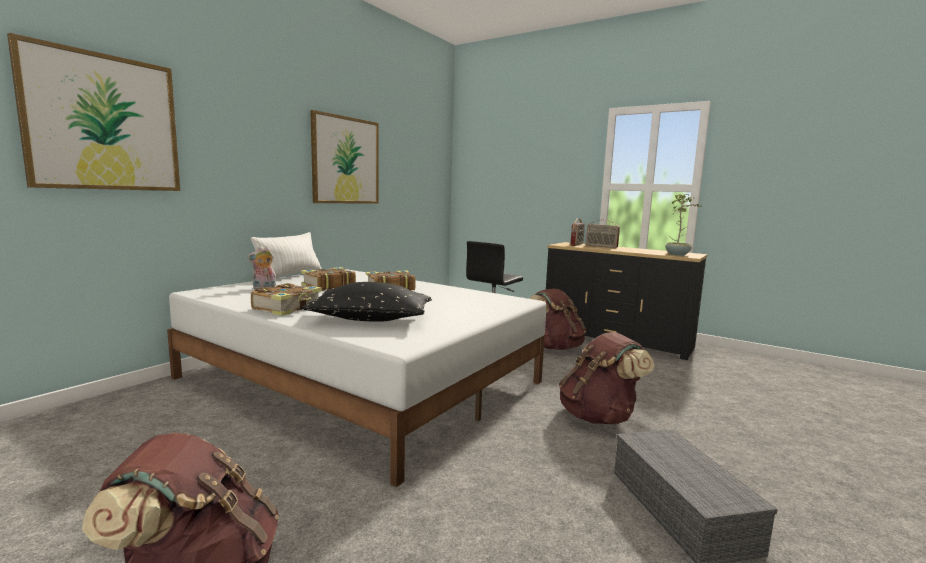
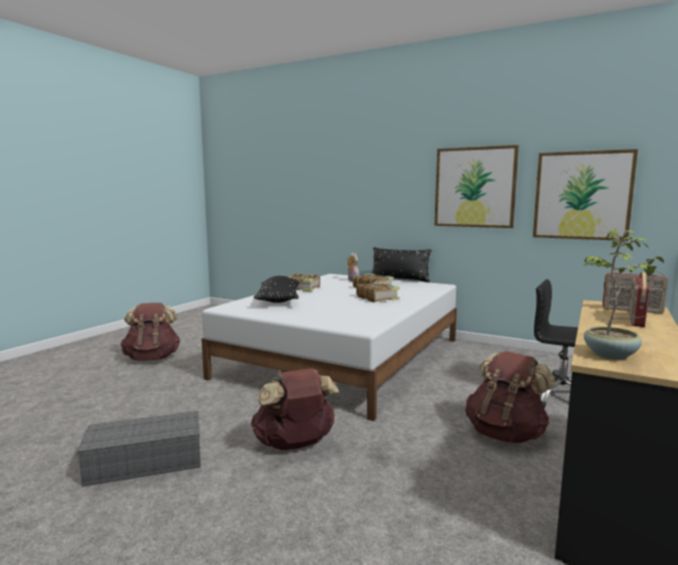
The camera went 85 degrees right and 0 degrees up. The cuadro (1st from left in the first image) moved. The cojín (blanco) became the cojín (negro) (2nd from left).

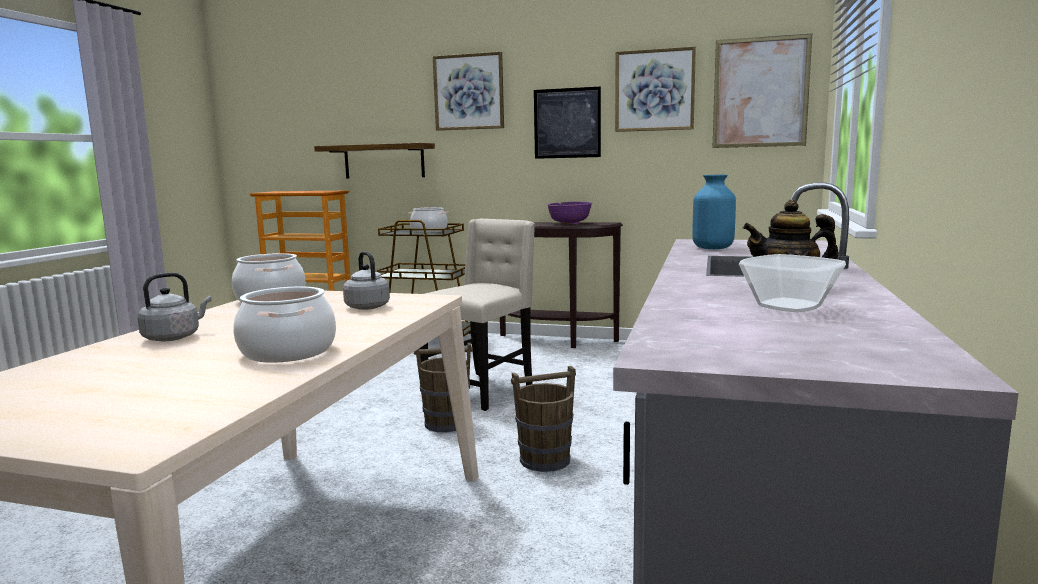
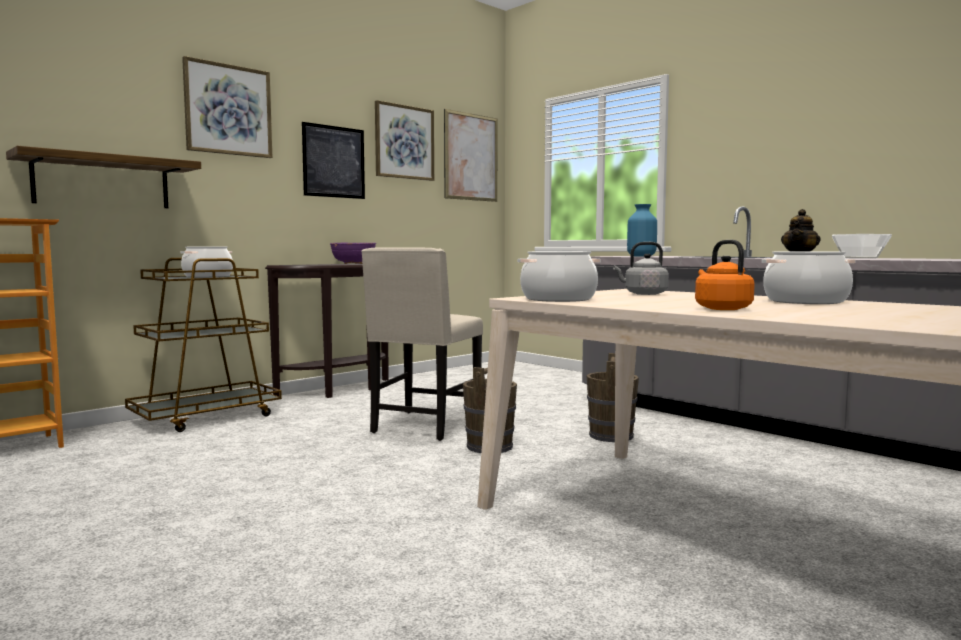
The camera went 60 degrees left and 5 degrees down. The hervidor (gris) (1st from left) became the hervidor (naranja). The silla (beis) turned 135 degrees counterclockwise.

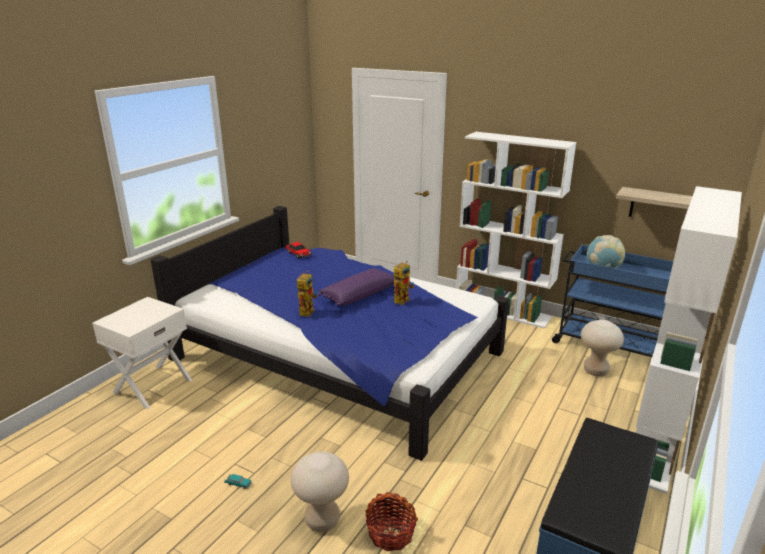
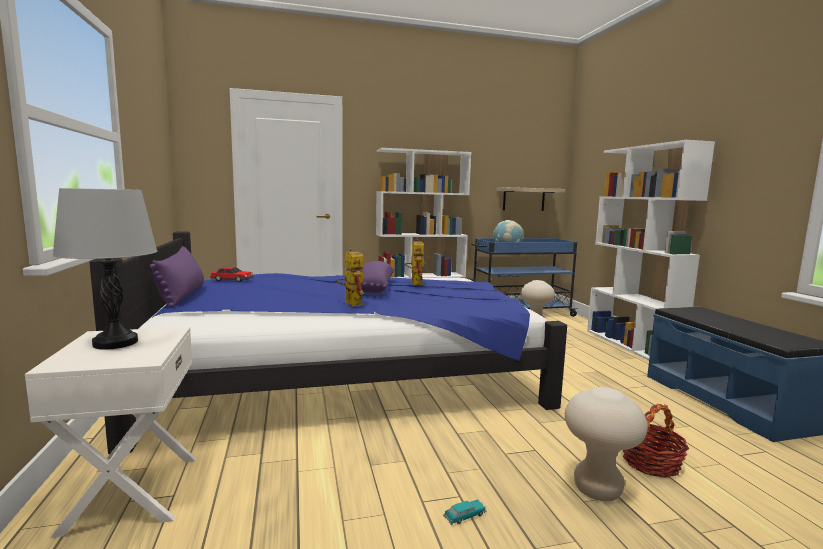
The camera went 45 degrees left and 15 degrees down. The lámpara de mesa (gris) appeared. The cojín (morado) (1st from left) appeared.

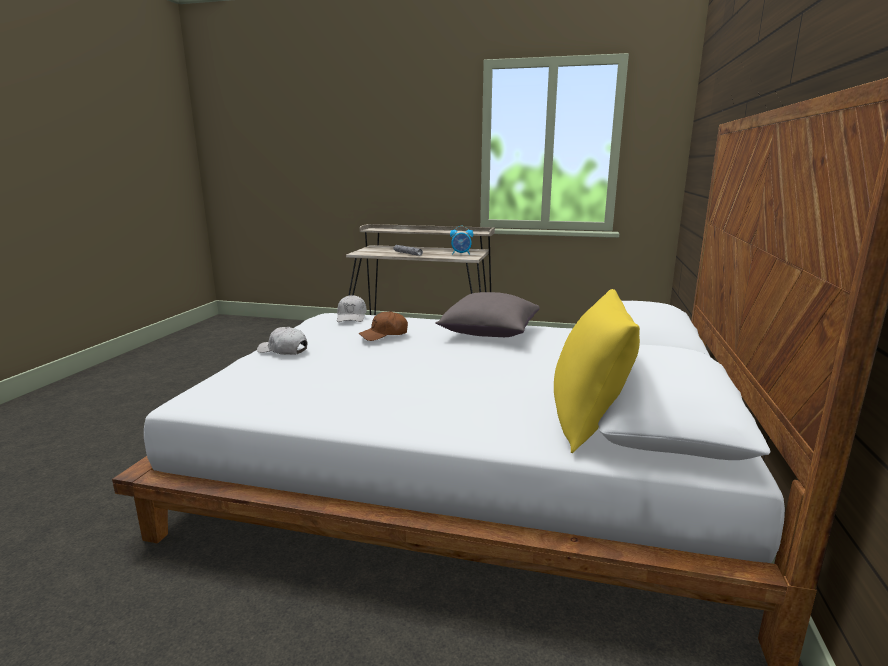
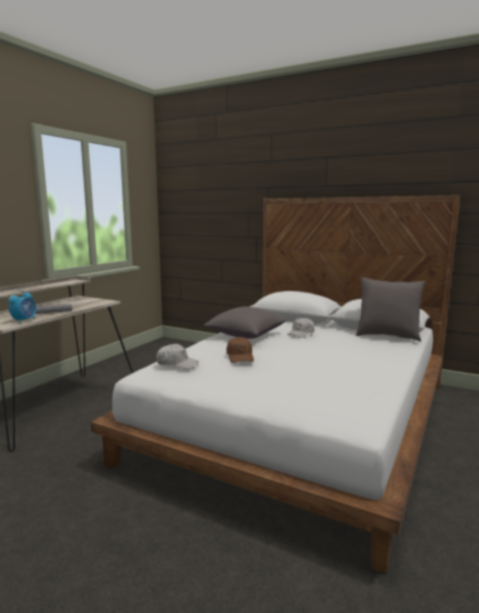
The camera went 75 degrees left and 5 degrees down. The gorra (blanco) (1st from left in the first image) moved. The despertador moved. The cojín (amarillo) became the cojín (gris) (2nd from left).

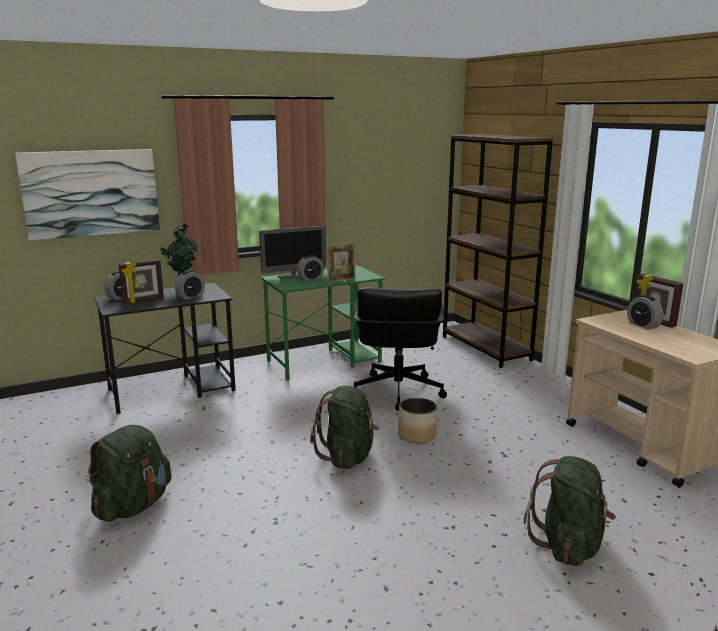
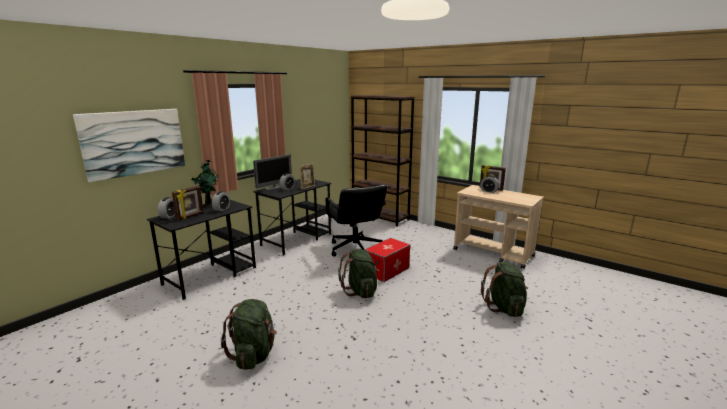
The camera went 25 degrees left and 0 degrees up. The maceta was replaced by the caja de almacenaje. The escritorio (verde) became the escritorio (negro) (2nd from left).

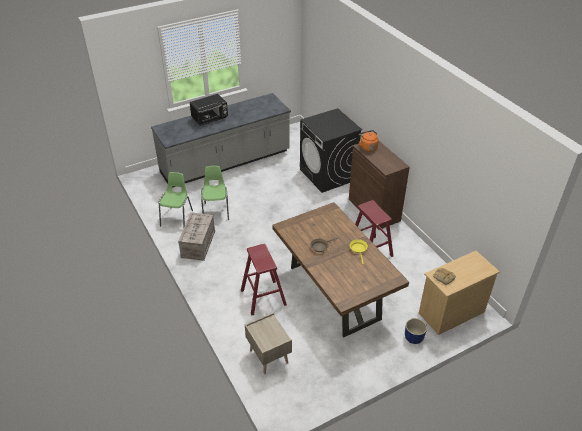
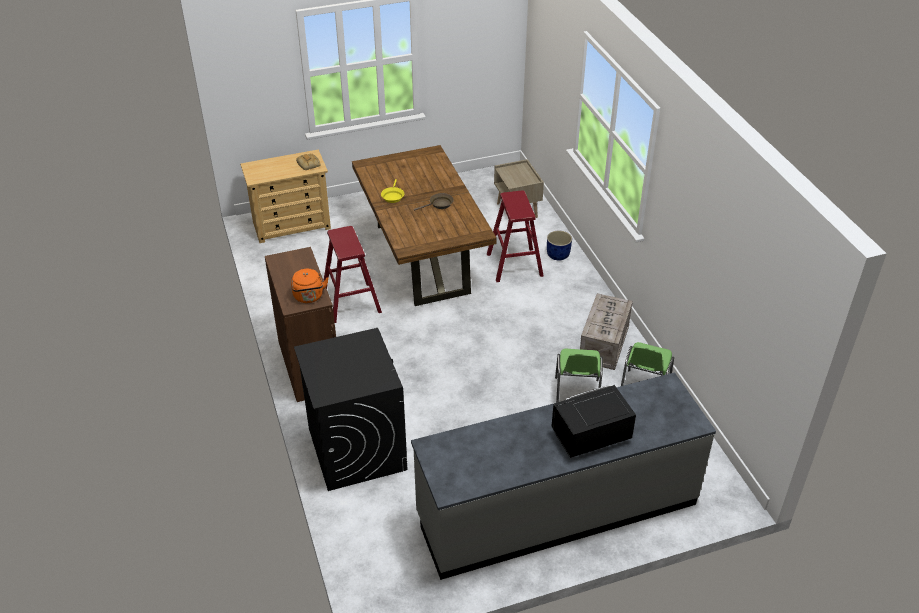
The camera went 170 degrees left and 0 degrees up. The maceta (azul) moved.

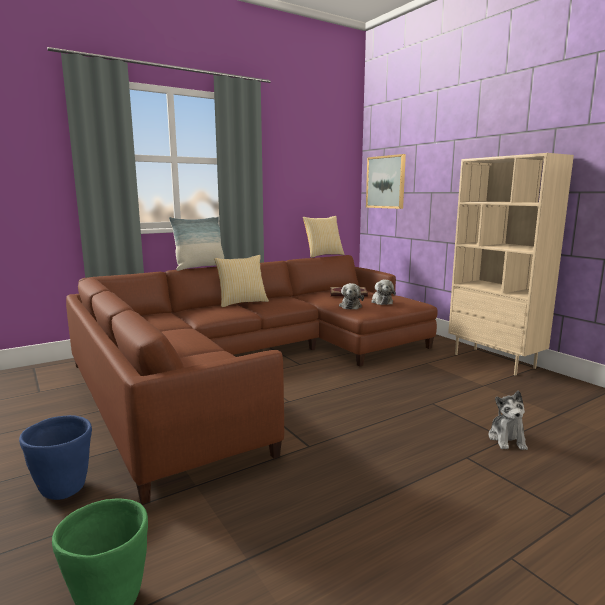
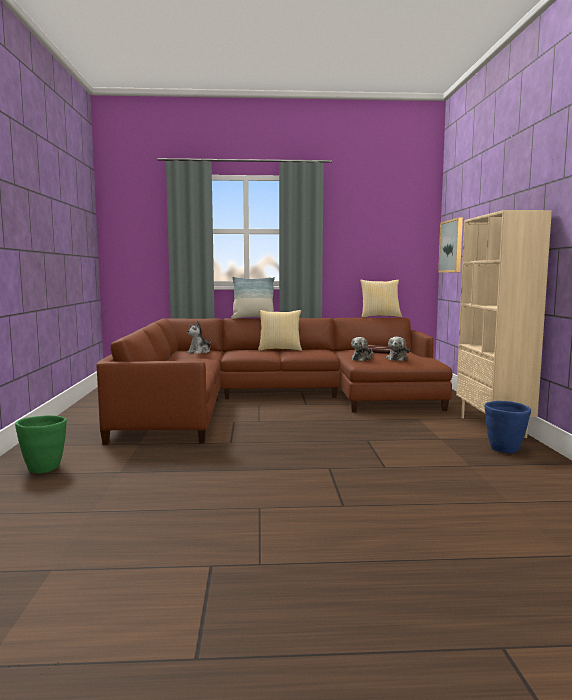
The camera went 30 degrees right and 5 degrees down. The maceta (azul) moved. The peluche (3rd from left in the first image) moved.

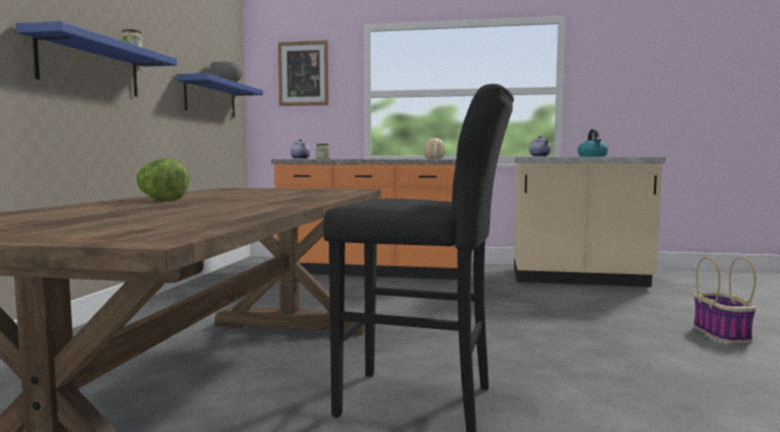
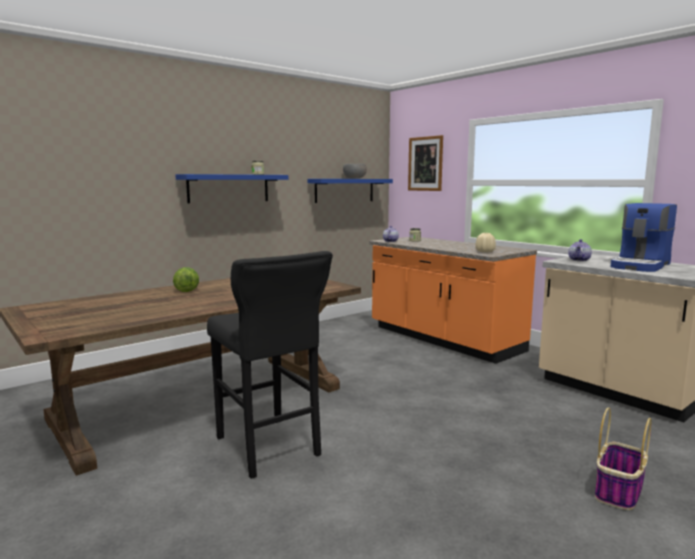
The camera went 40 degrees right and 5 degrees up. The hervidor was replaced by the cafetera.

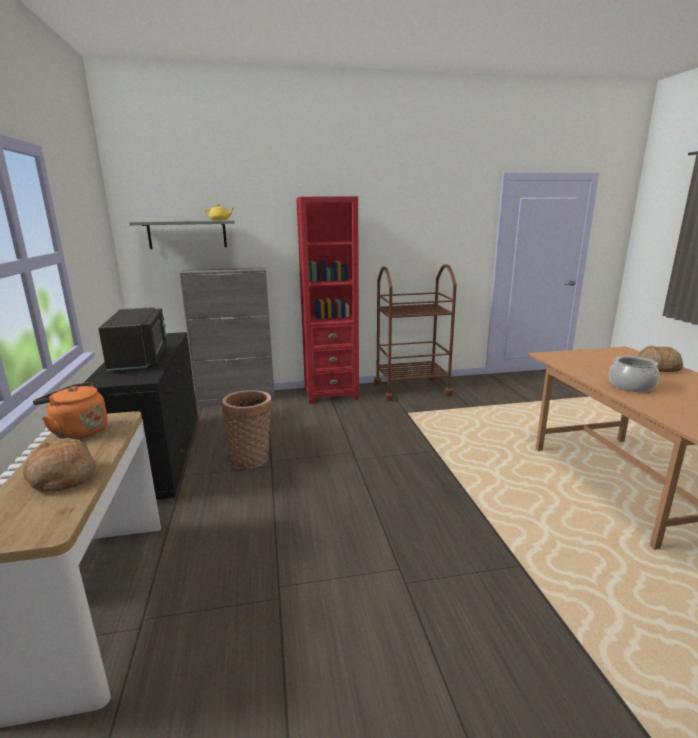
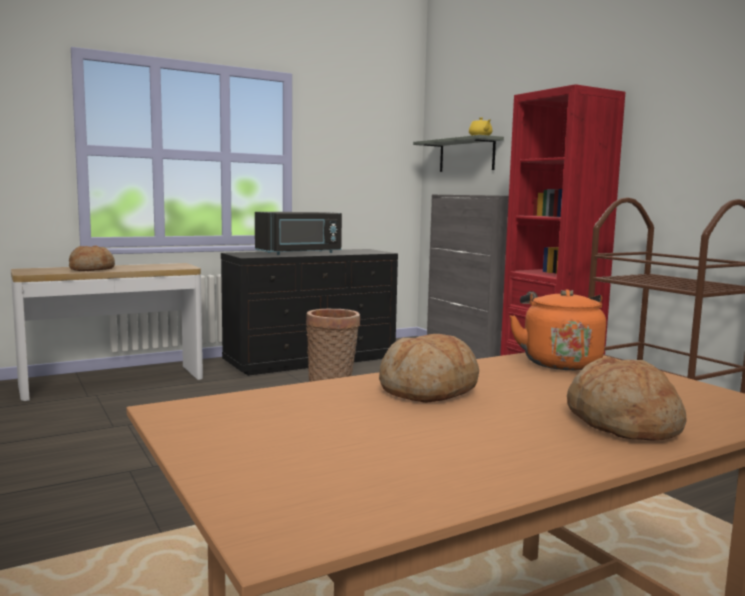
The camera went 70 degrees right and 10 degrees down. The hervidor (naranja) moved. The olla was replaced by the pan (2nd from left).

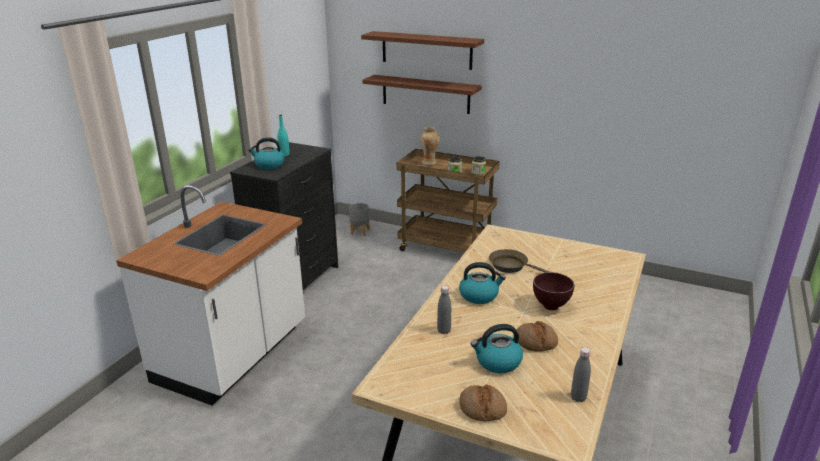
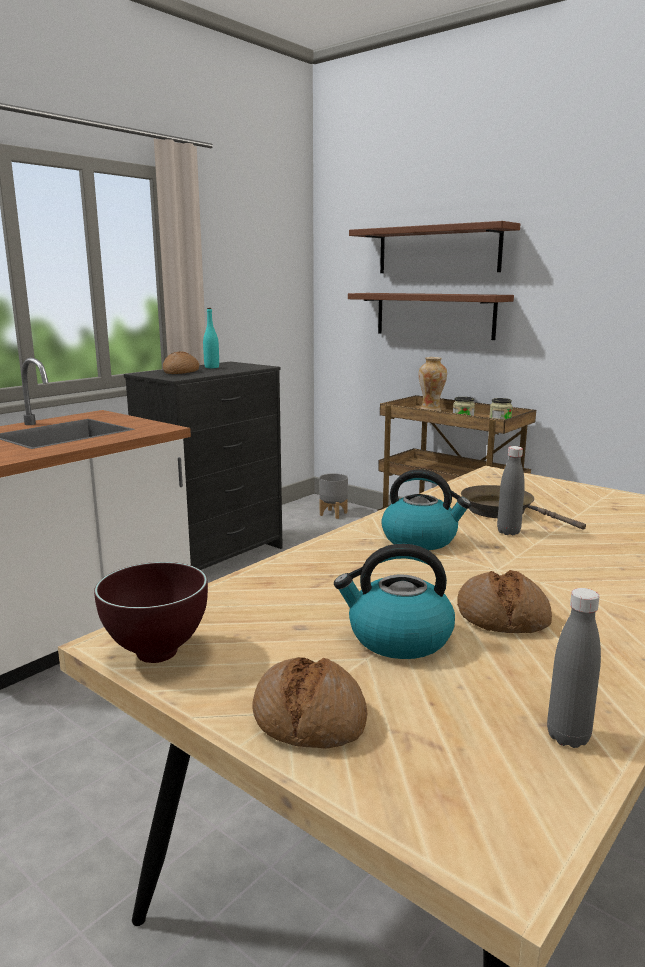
The camera went 15 degrees right and 10 degrees down. The botella (gris) (1st from left) moved. The cuenco (marrón) moved. The hervidor (1st from left) was replaced by the pan (1st from left).

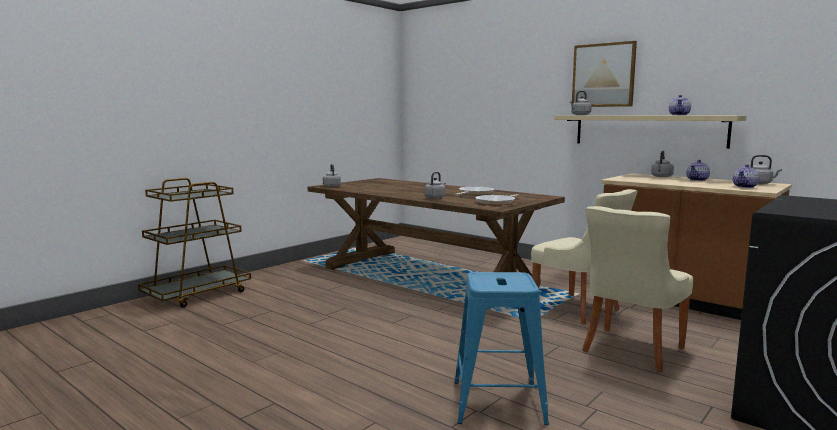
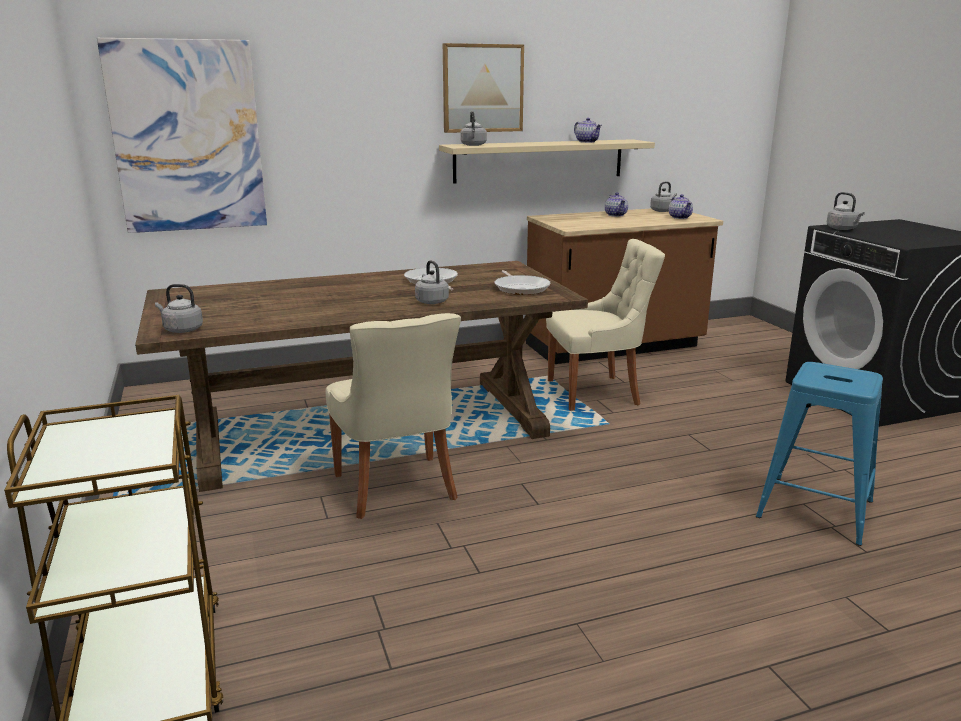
The camera went 60 degrees left and 10 degrees up. The cuadro (1st from left) appeared. The silla (beis) (2nd from left in the first image) moved. The hervidor (gris) (4th from left in the first image) moved.

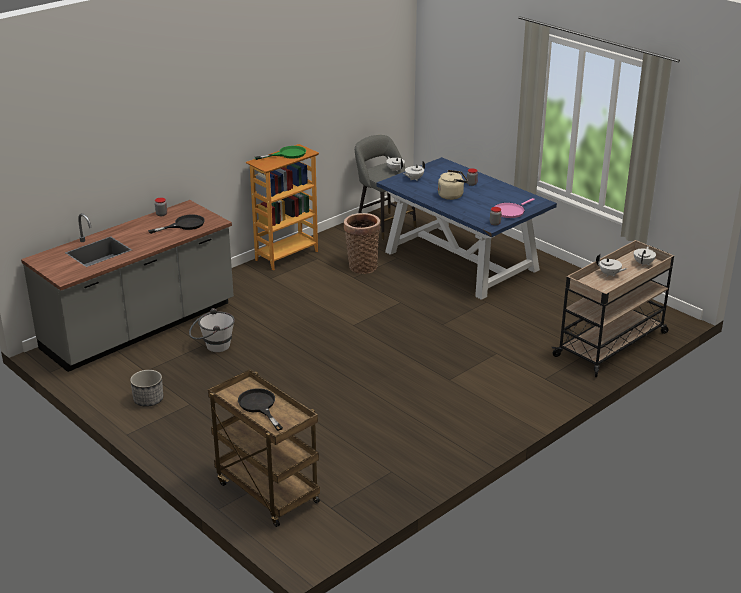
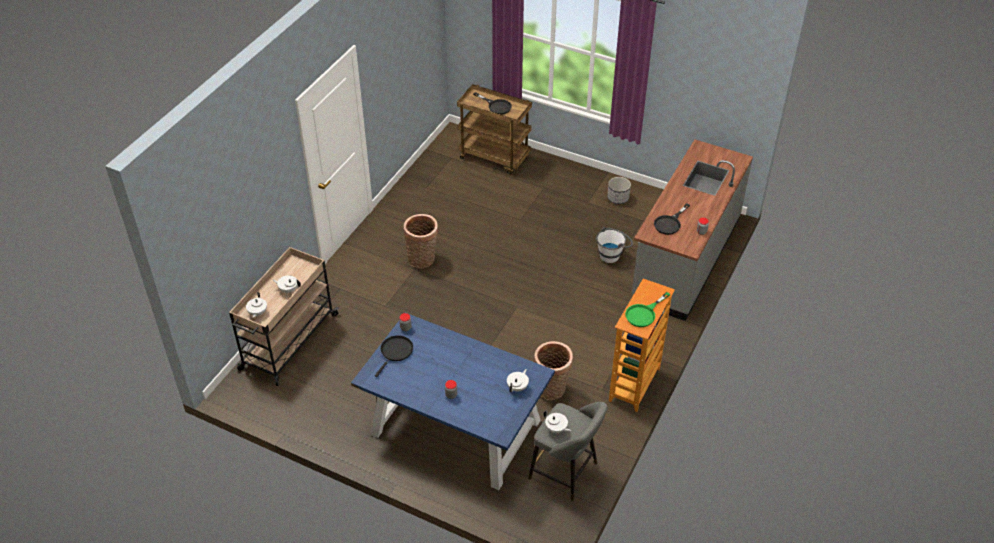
The camera went 160 degrees right and 15 degrees up. The hervidor (beis) disappeared. The cesta (1st from left) appeared. The sartén (rosa) became the sartén (negro) (1st from left).

